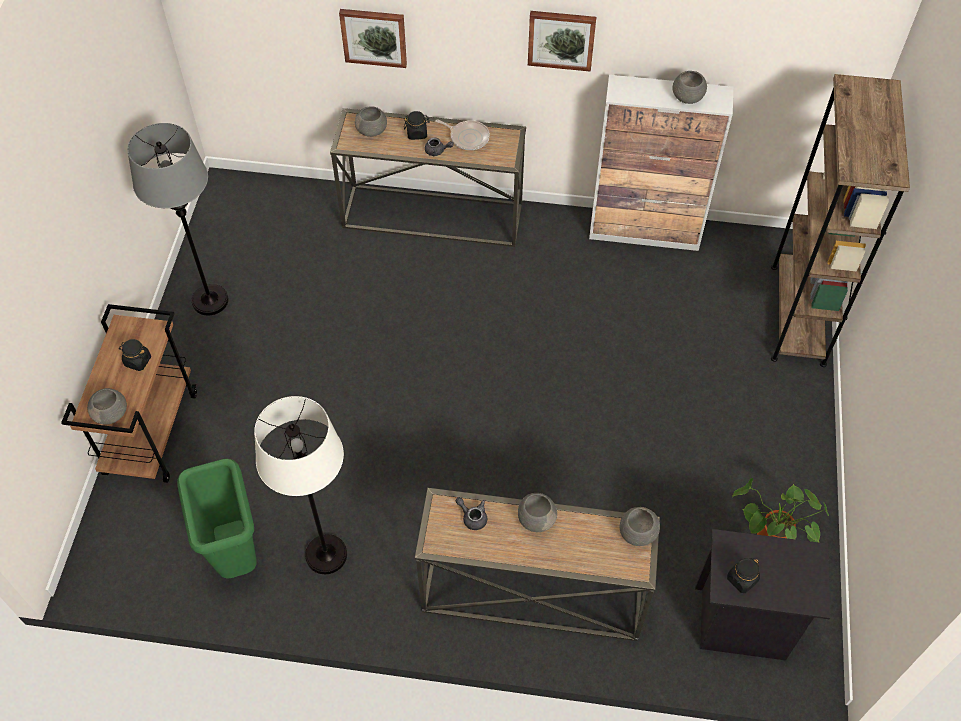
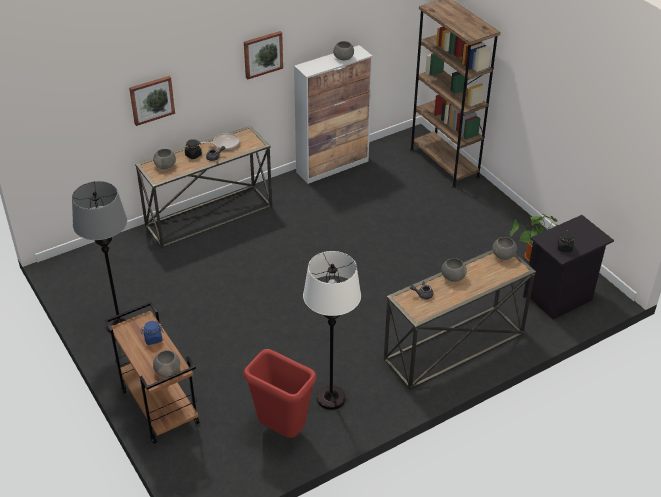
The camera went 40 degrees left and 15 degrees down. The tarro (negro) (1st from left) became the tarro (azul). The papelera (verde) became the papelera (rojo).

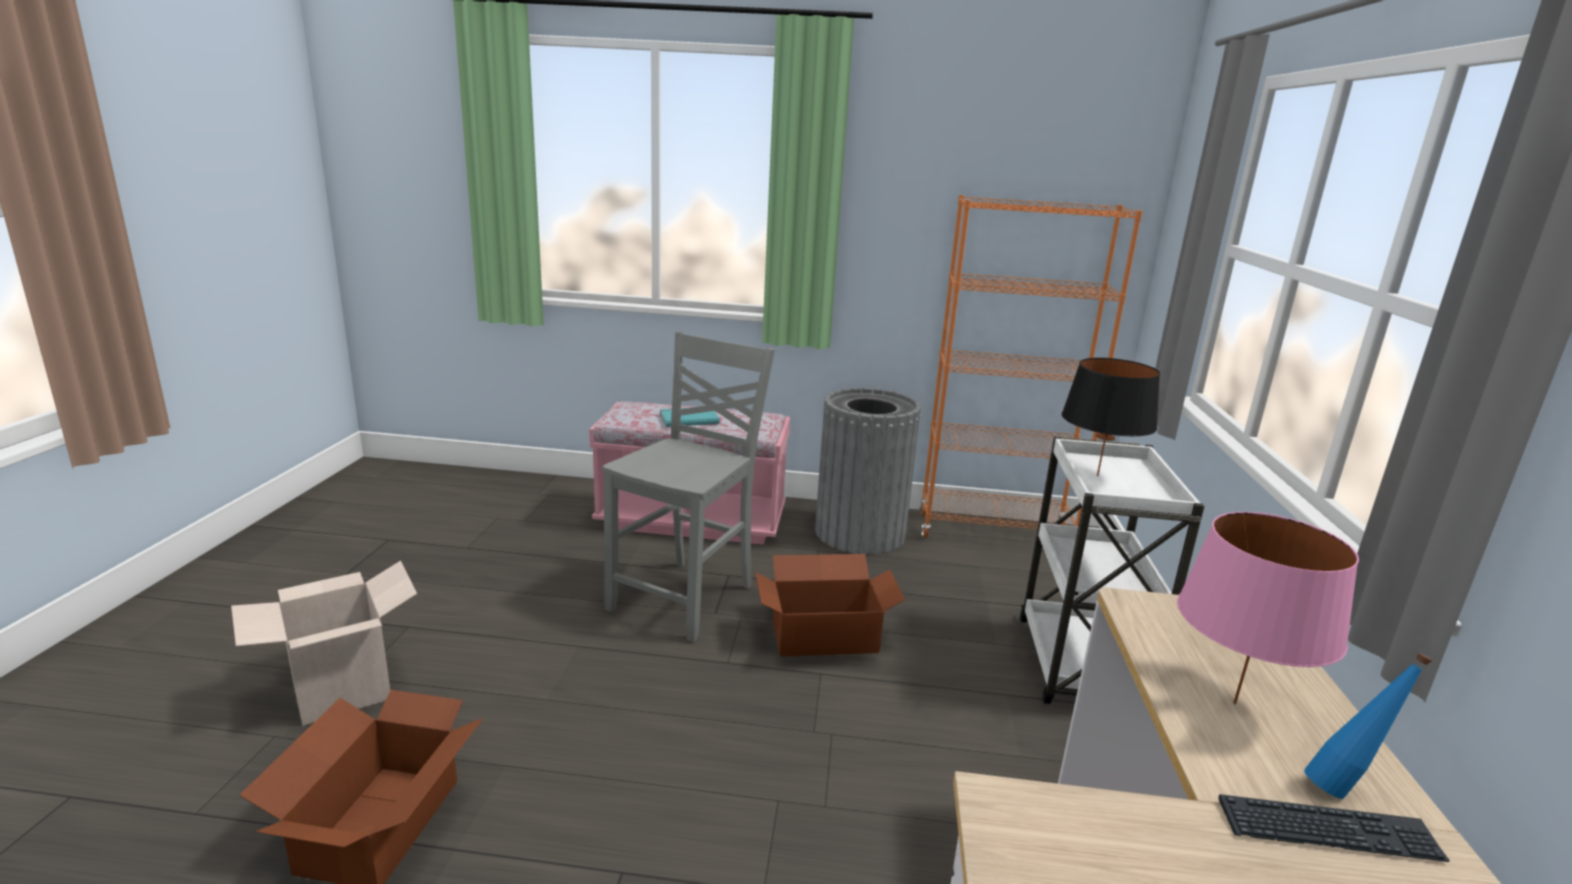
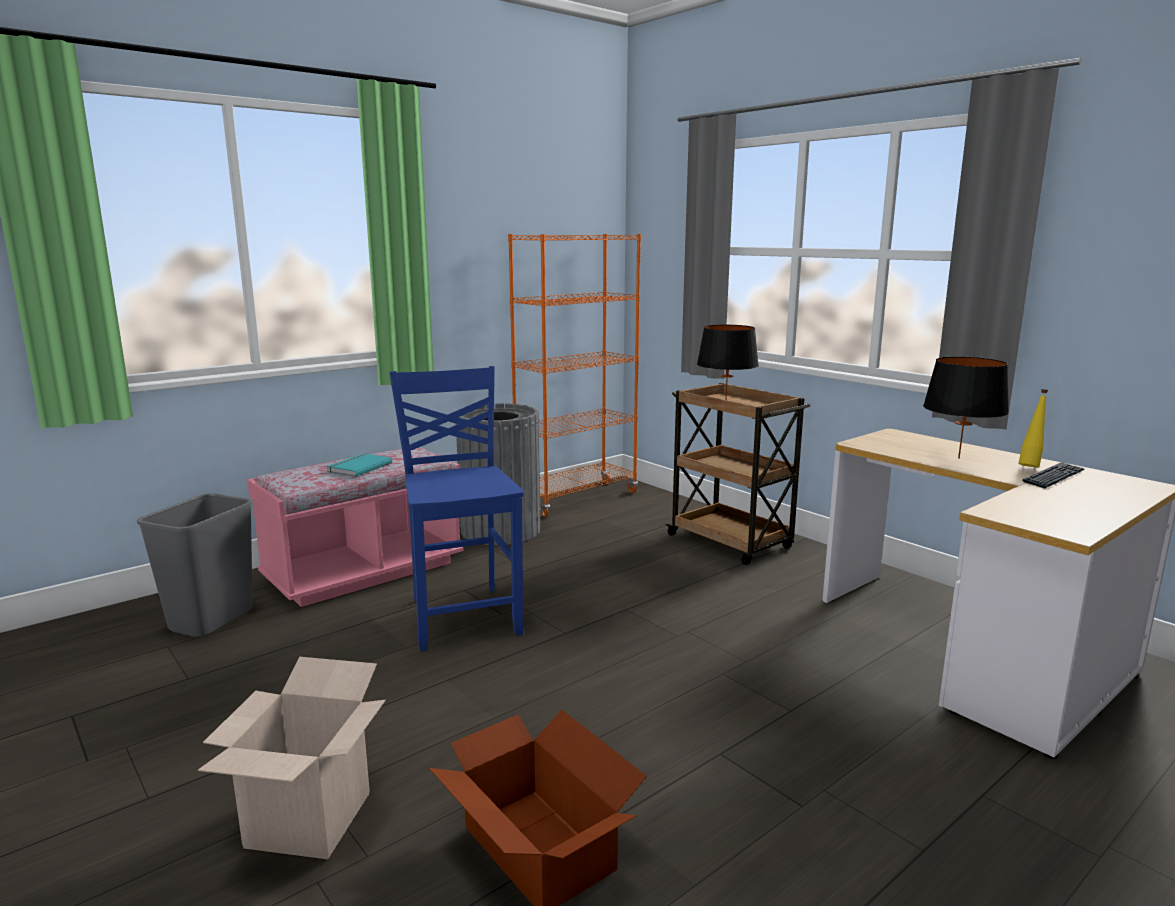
The camera went 45 degrees left and 5 degrees down. The caja de cartón (3rd from left) disappeared. The papelera (gris) (1st from left) appeared. The silla (gris) became the silla (azul). The carrito (blanco) became the carrito (marrón). The lámpara de mesa (rosa) became the lámpara de mesa (negro) (2nd from left). The botella (azul) became the botella (amarillo).

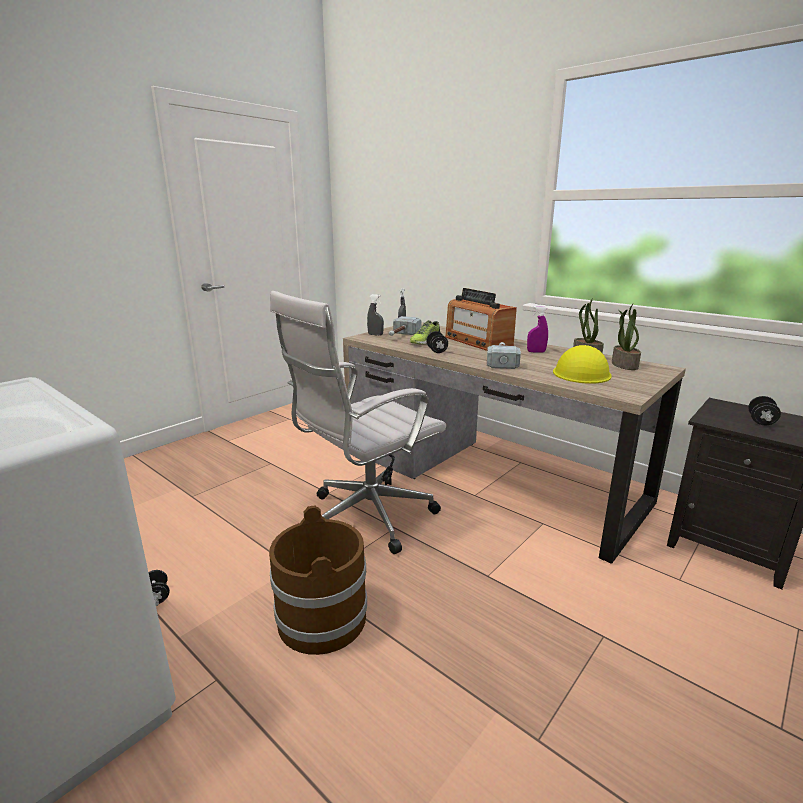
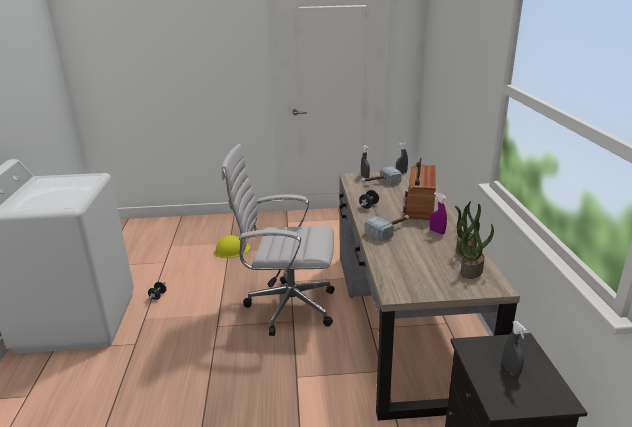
The camera went 45 degrees right and 5 degrees up. The cubo (marrón) disappeared. The zapato disappeared. The casco (amarillo) moved. The mancuerna (negro) (3rd from left) was replaced by the pulverizador (gris) (3rd from left).

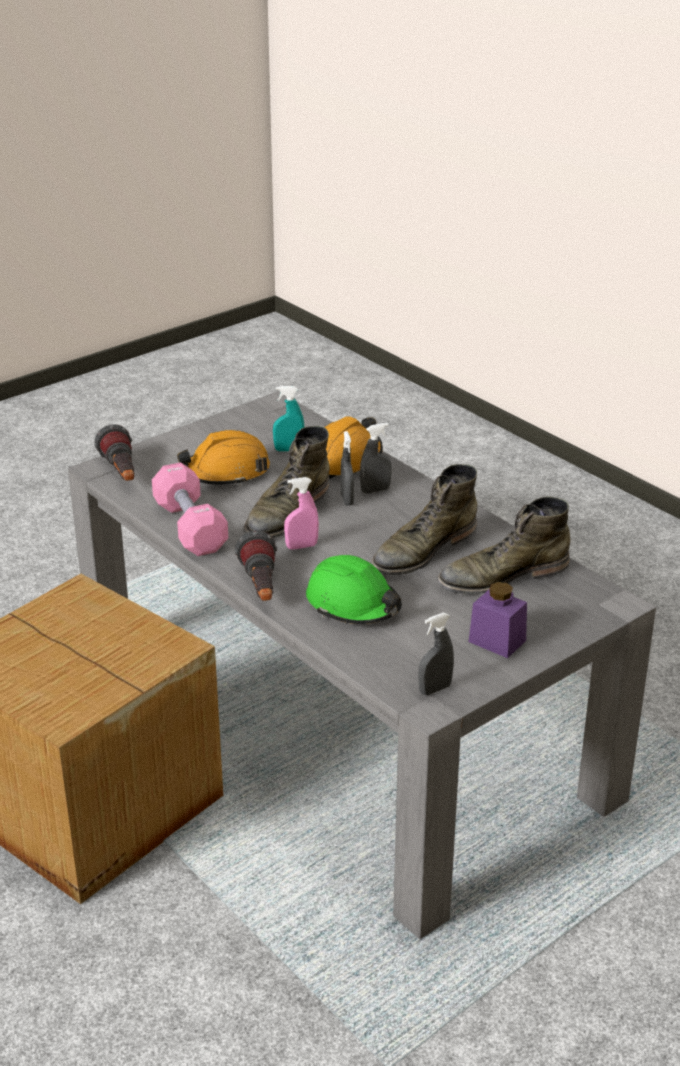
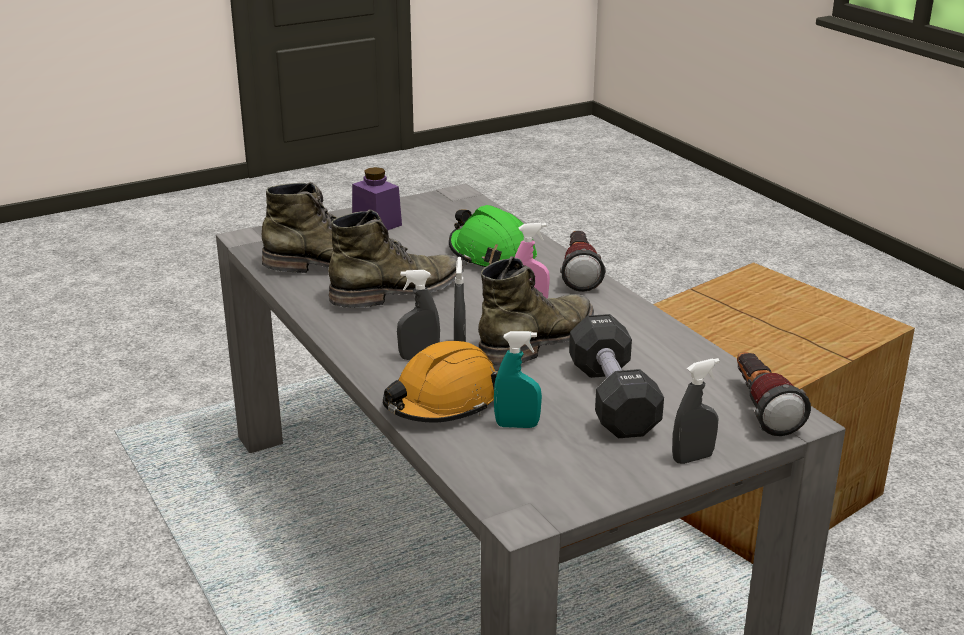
The camera went 170 degrees left and 5 degrees down. The mancuerna (rosa) disappeared. The pulverizador (gris) (3rd from left) moved. The casco (naranja) (1st from left) was replaced by the mancuerna (negro).

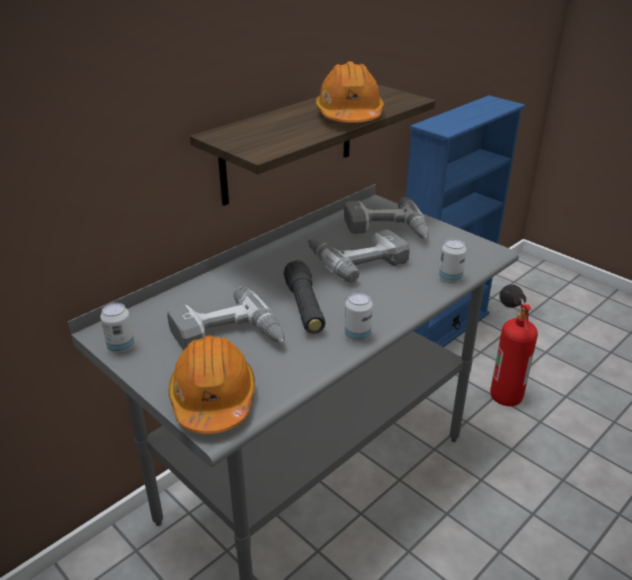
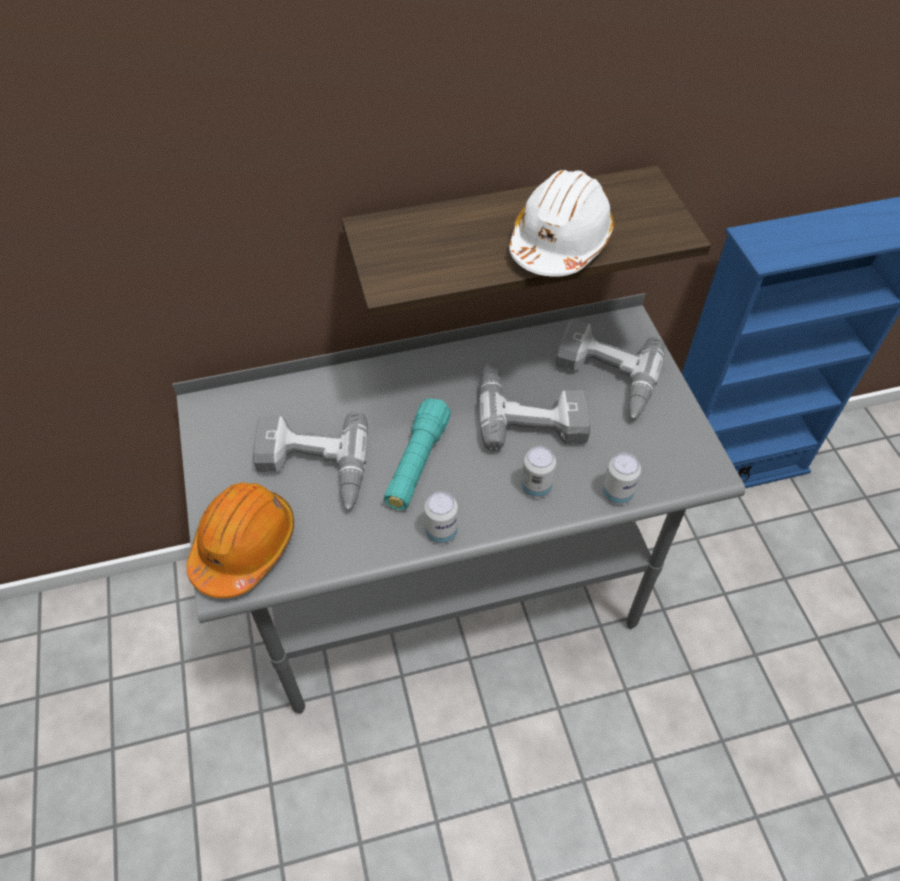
The camera went 30 degrees right and 20 degrees up. The extintor disappeared. The lata (1st from left in the first image) moved. The linterna (negro) became the linterna (turquesa). The casco (naranja) (2nd from left) became the casco (blanco).

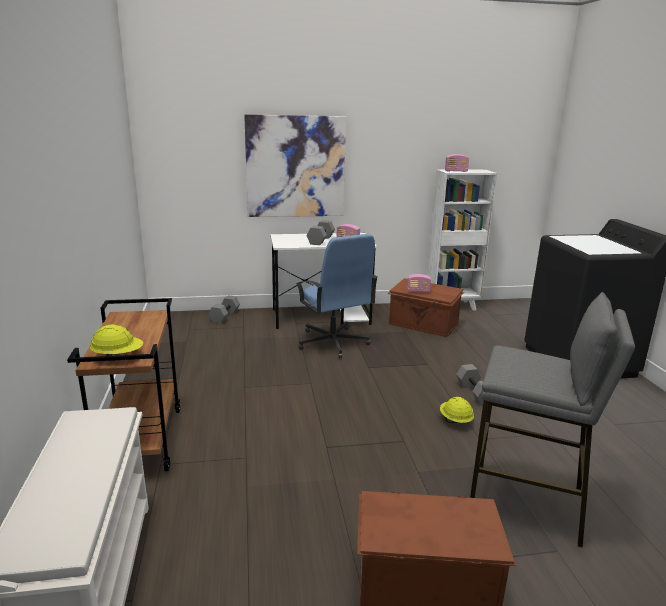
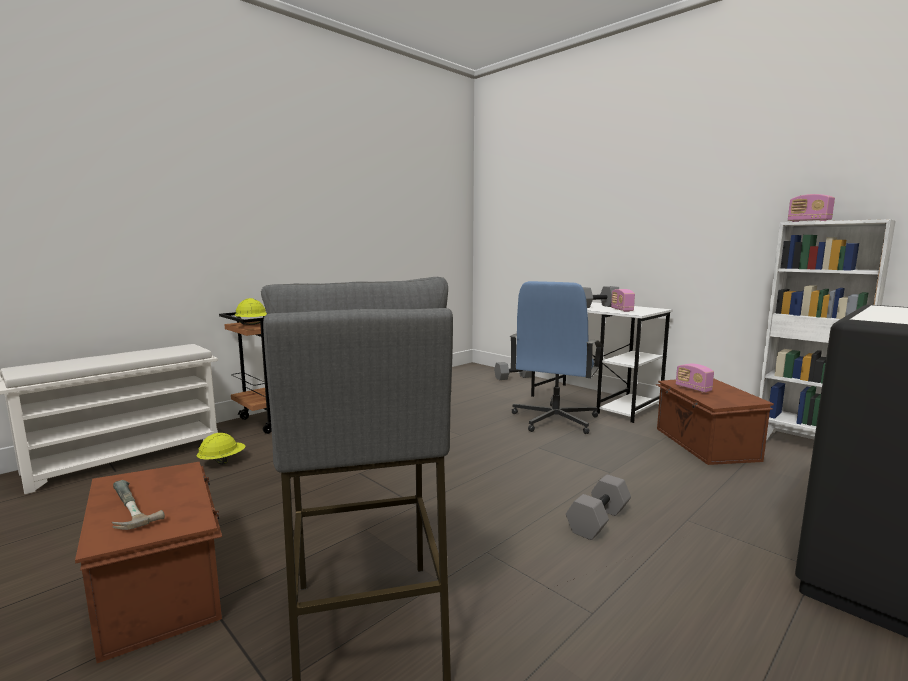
The camera went 55 degrees right and 10 degrees down. The cuadro disappeared. The martillo appeared. The casco (amarillo) (2nd from left in the first image) moved.

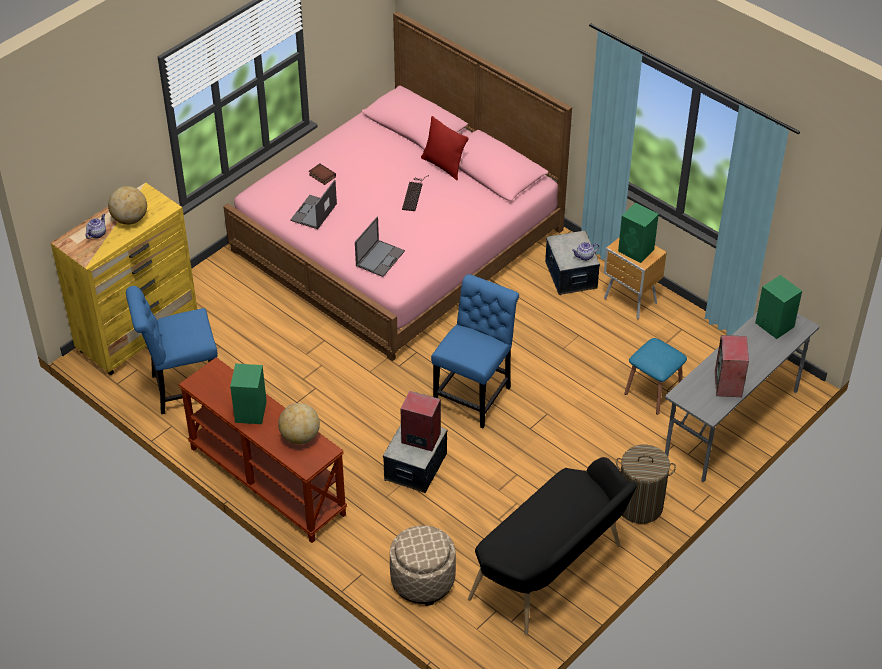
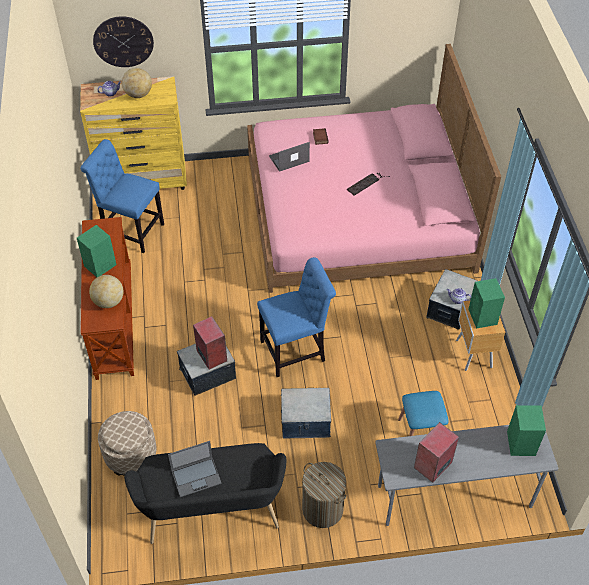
The camera went 40 degrees right and 5 degrees up. The cojín (rojo) disappeared. The reloj de pared appeared. The caja de almacenaje (2nd from left) appeared. The portátil (2nd from left in the first image) moved.

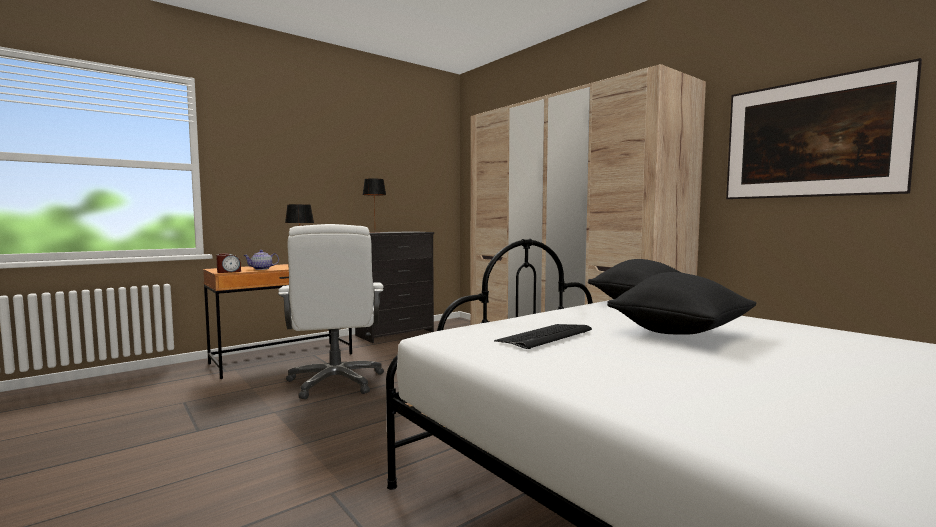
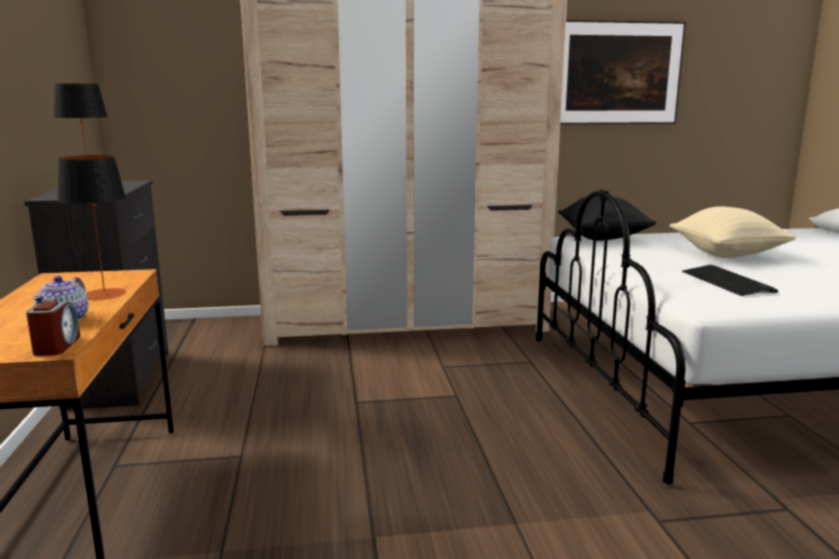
The camera went 60 degrees left and 10 degrees up. The silla de oficina (blanco) disappeared. The cojín (negro) (2nd from left) became the cojín (beis).

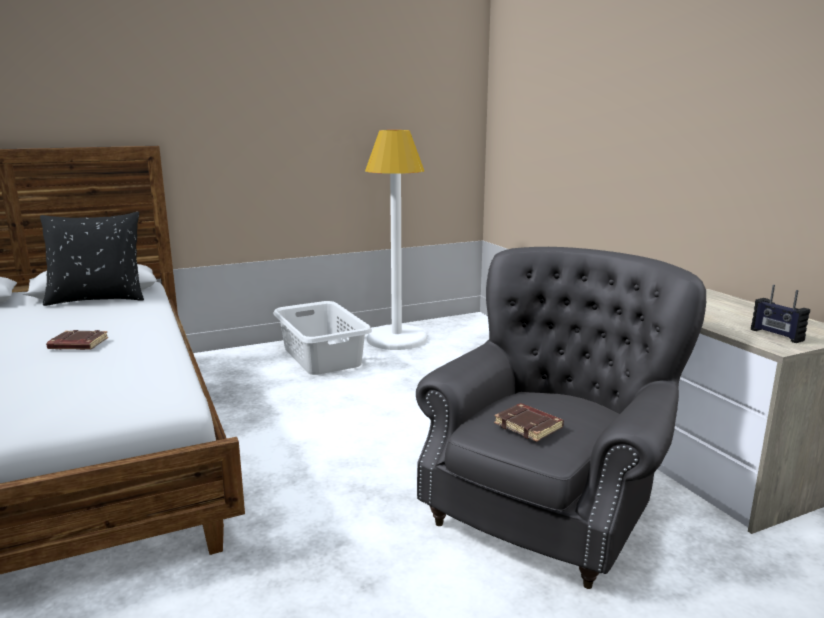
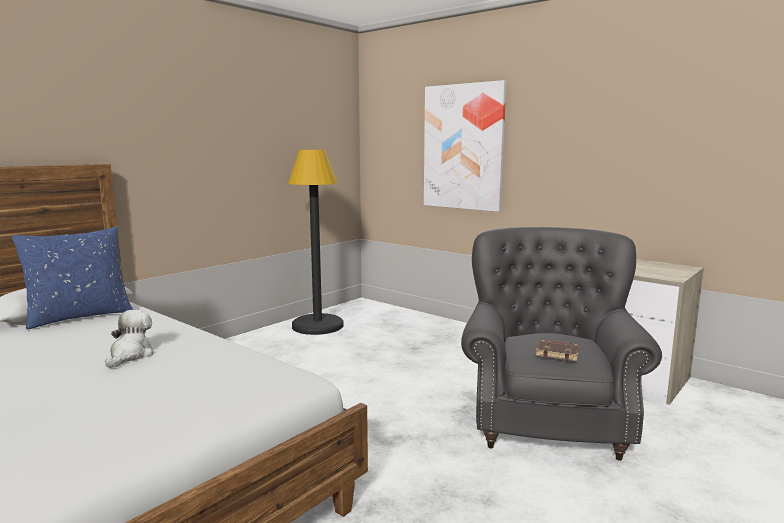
The camera went 25 degrees left and 5 degrees down. The cesto de la ropa (gris) disappeared. The radio disappeared. The cuadro appeared. The libro (marrón) (1st from left) was replaced by the peluche. The cojín (negro) became the cojín (azul). The lámpara de pie (blanco) became the lámpara de pie (negro).

